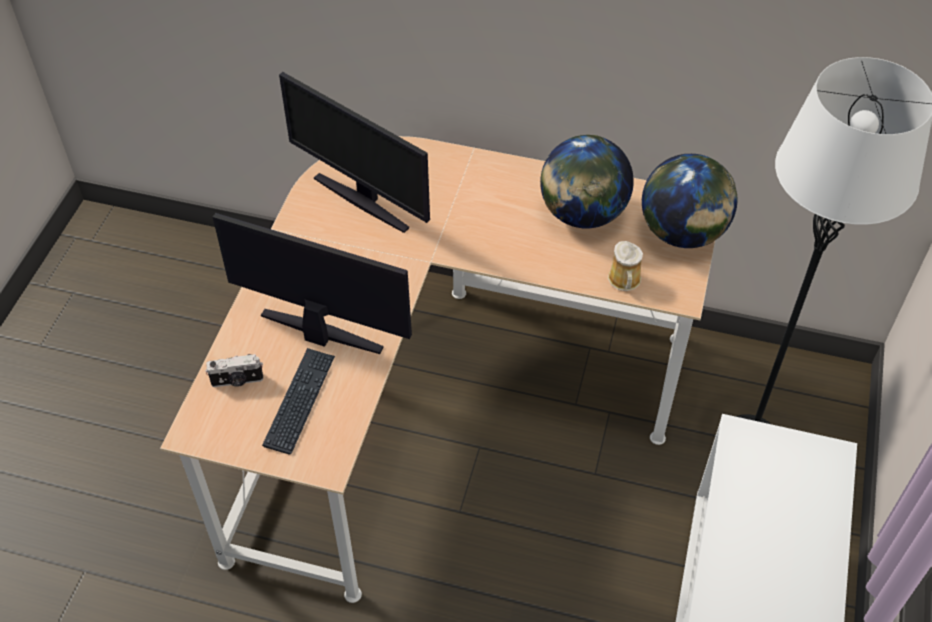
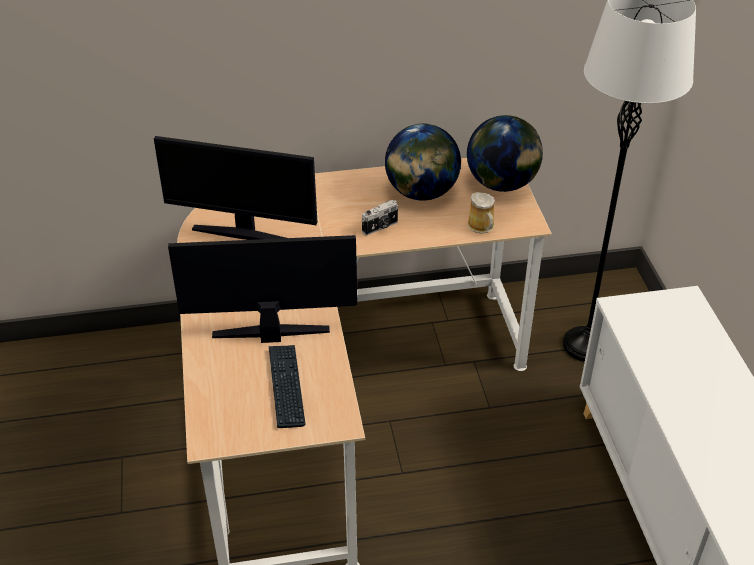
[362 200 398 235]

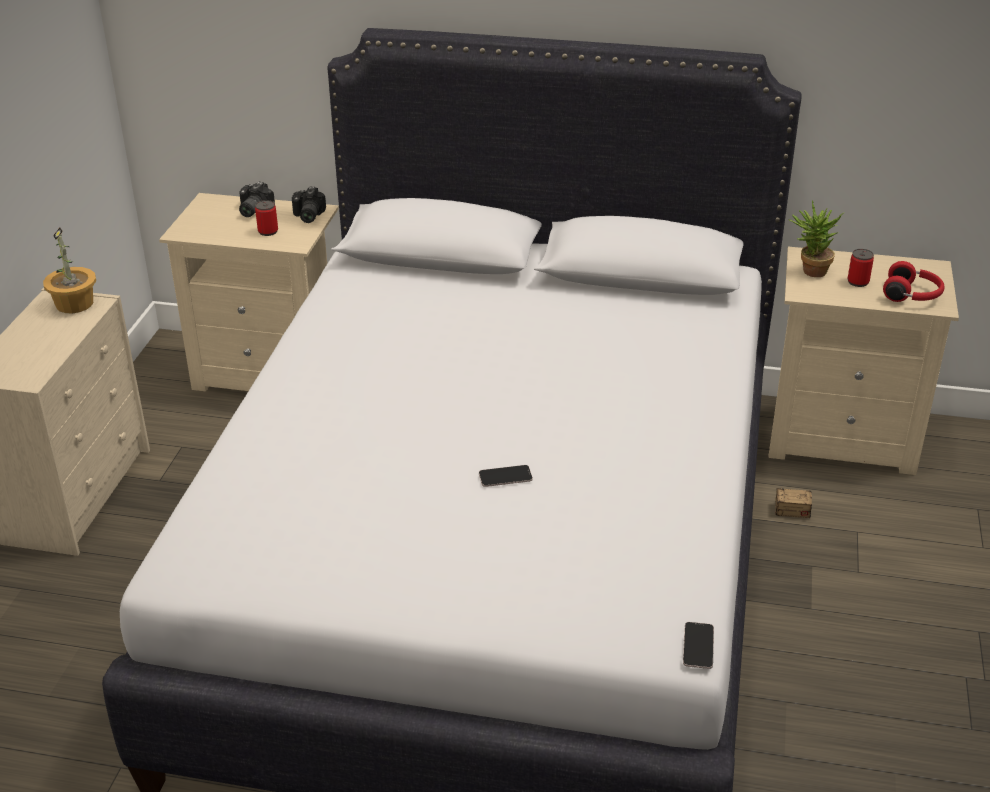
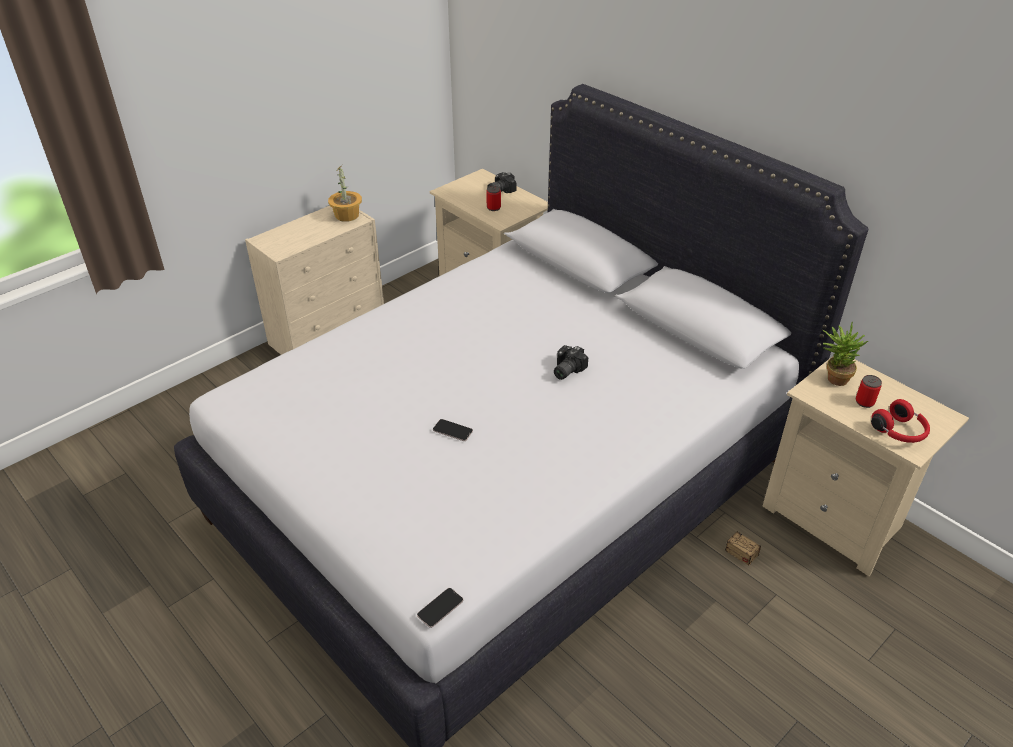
[554 345 588 380]

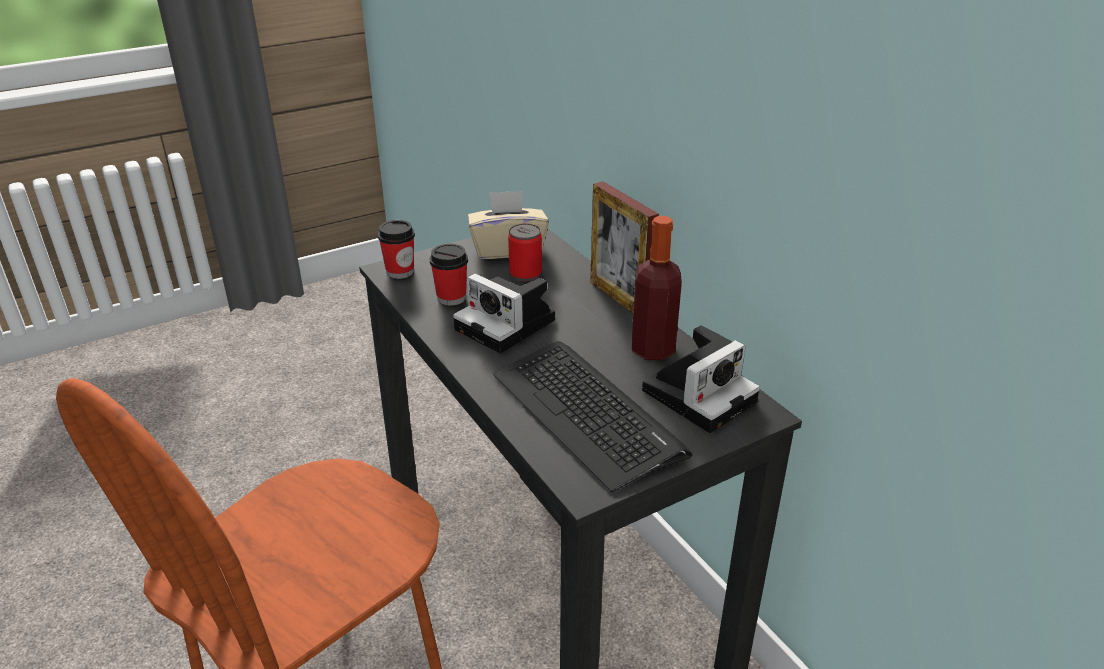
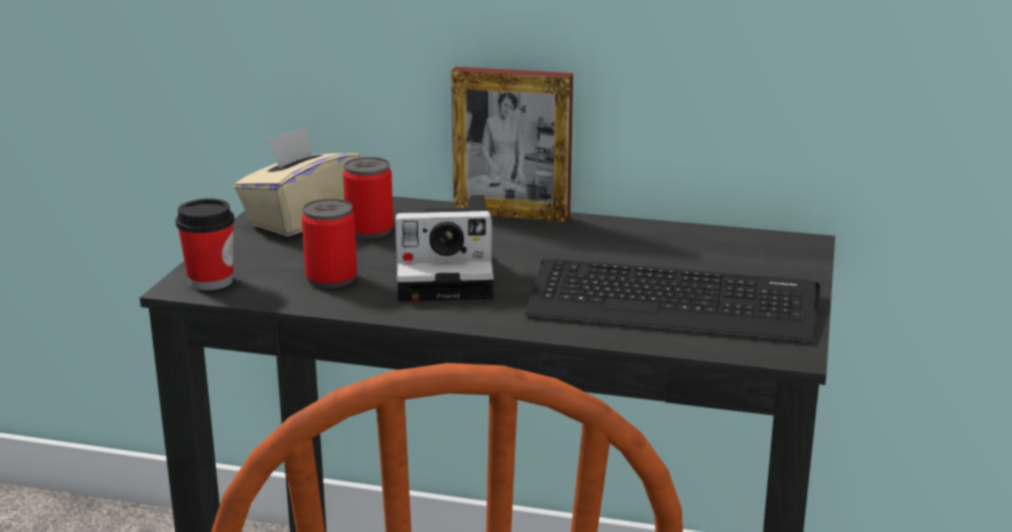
[302 199 357 288]
[632 216 682 360] (first image)
[642 325 760 433] (first image)

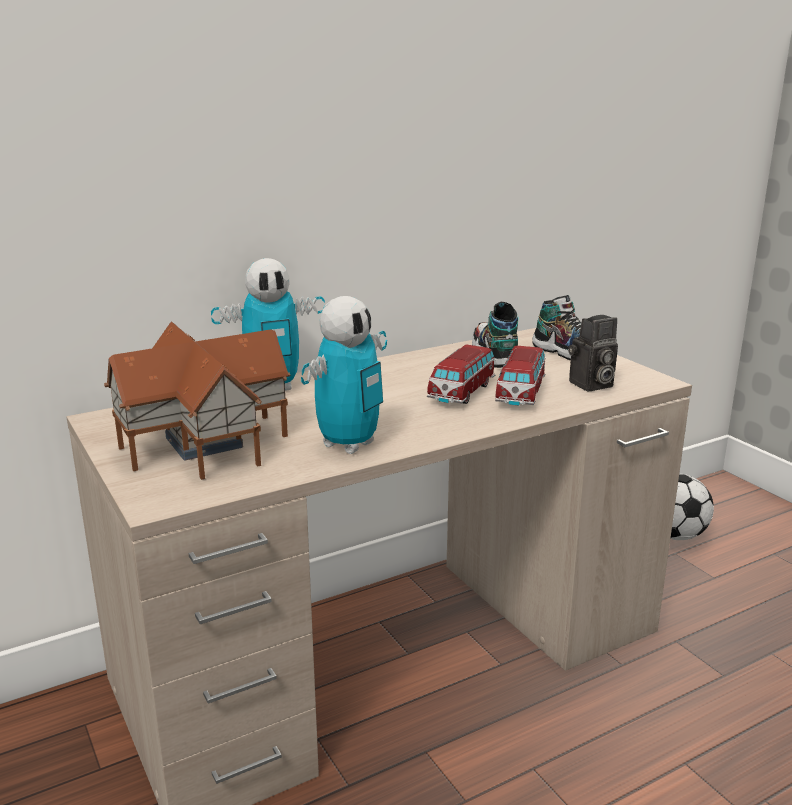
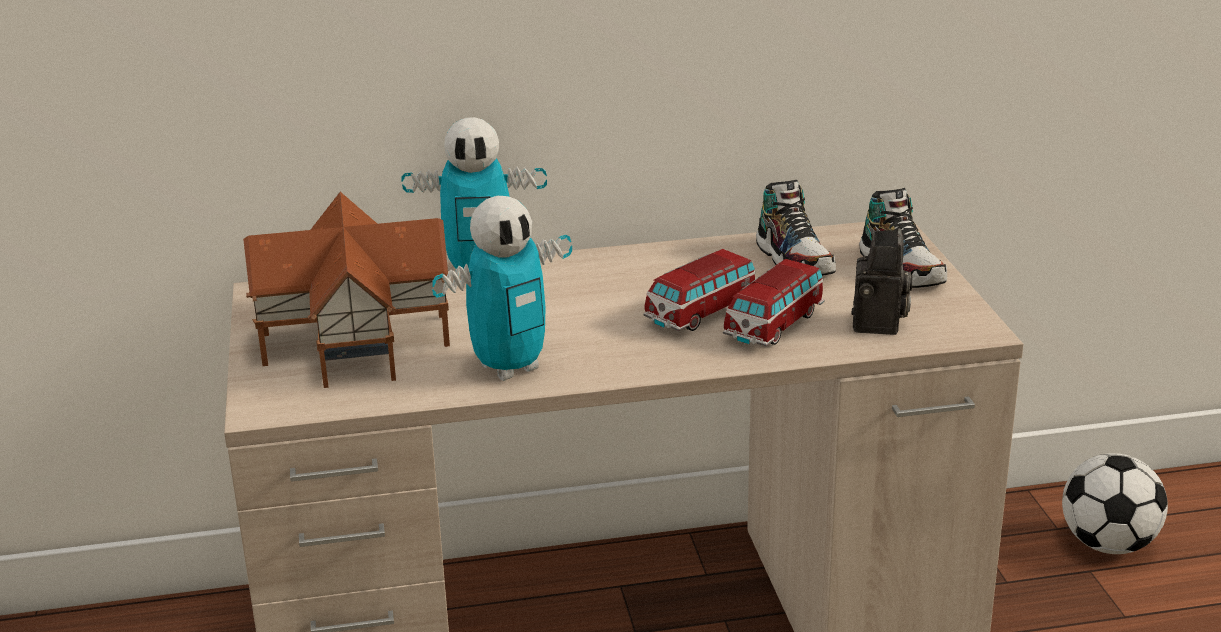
[756 180 836 276]
[851 228 913 335]

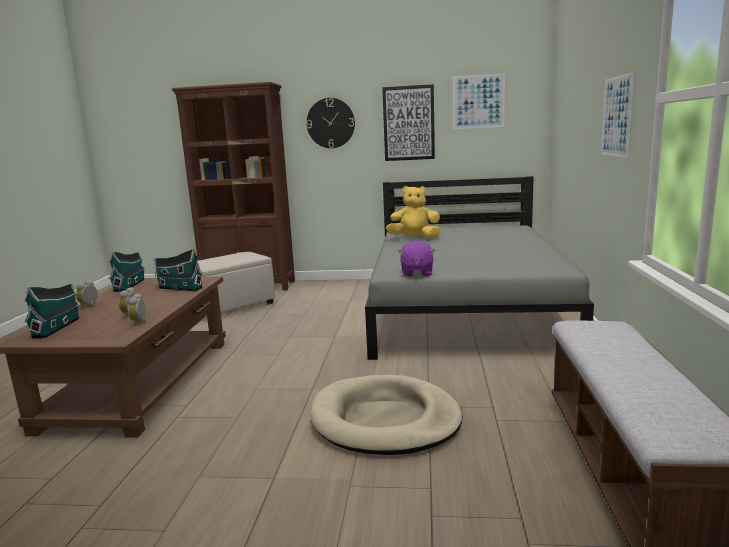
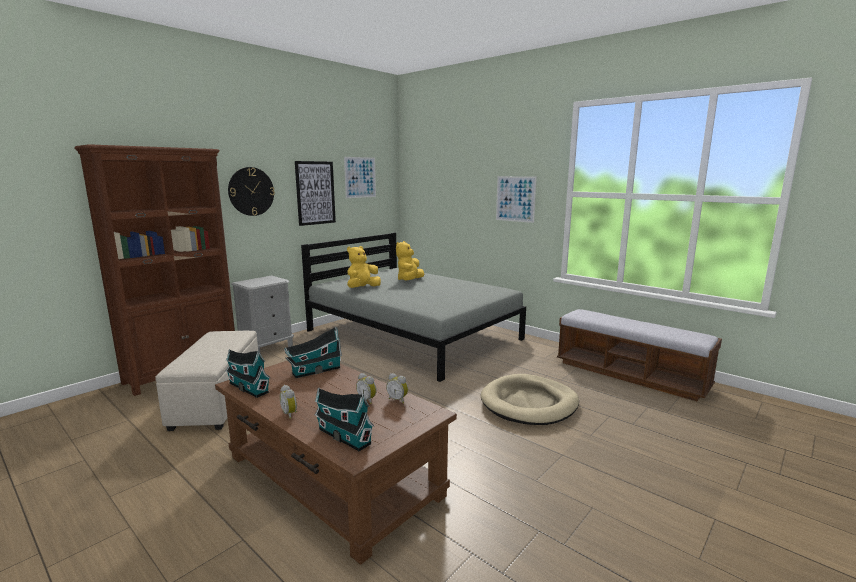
[398 241 435 277] (first image)
[231 275 294 352]
[396 241 424 281]

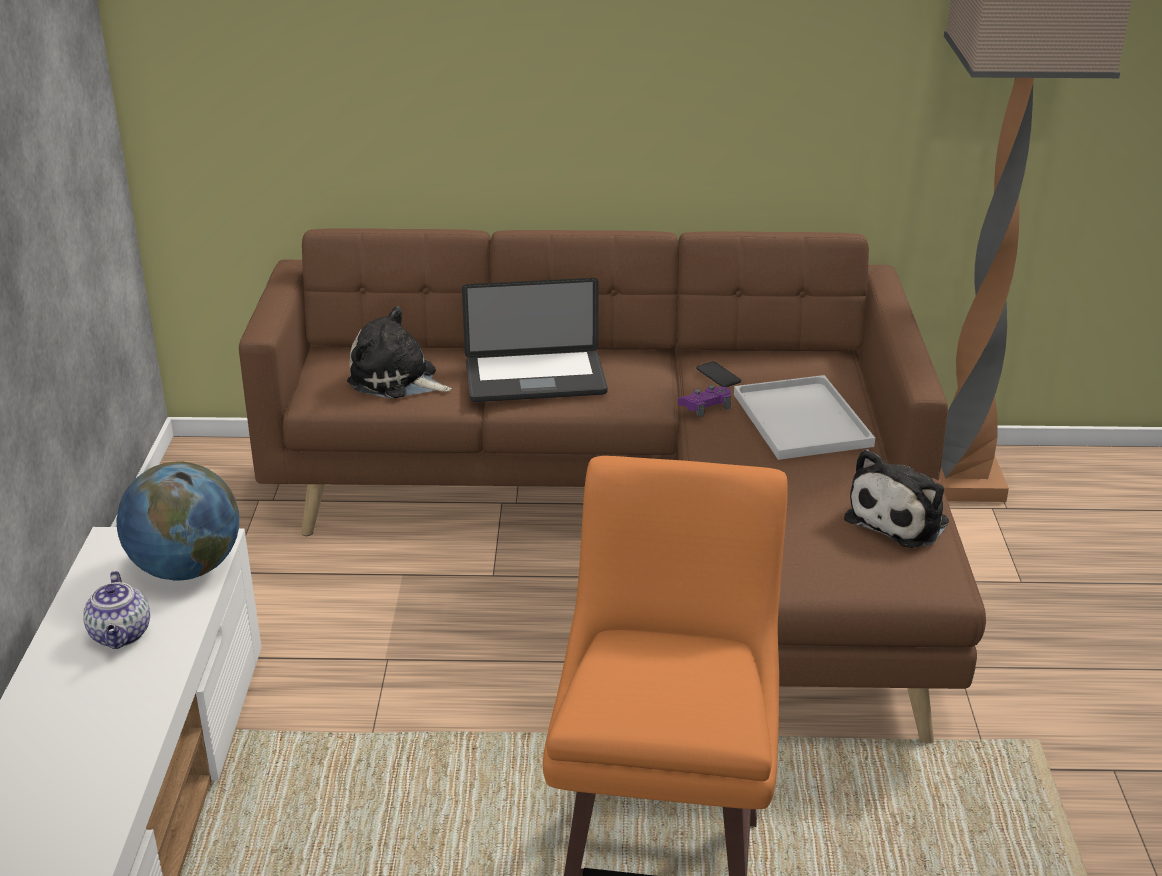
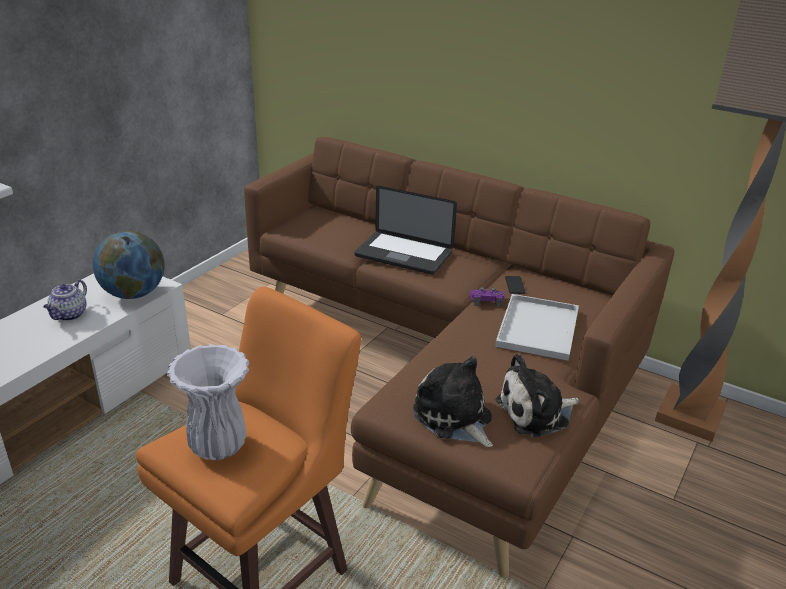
[413 357 493 447]
[167 344 250 460]

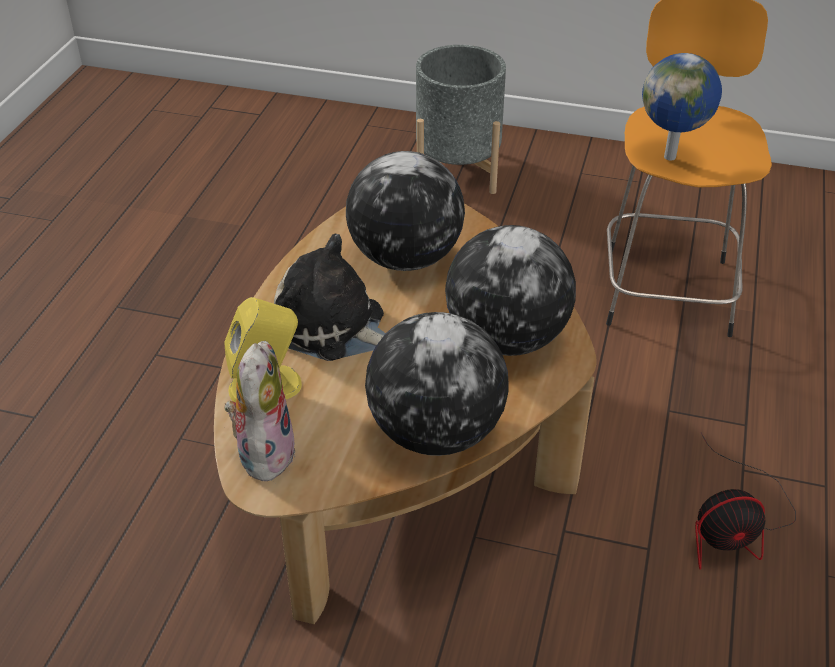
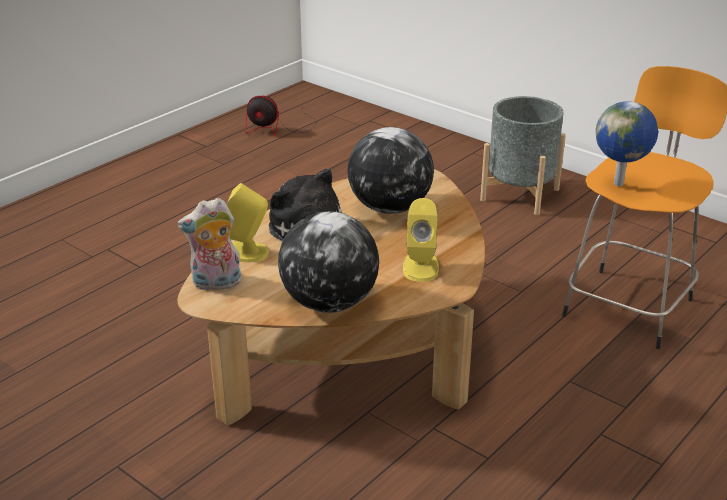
[177 198 242 291]
[403 198 439 282]
[245 96 317 136]

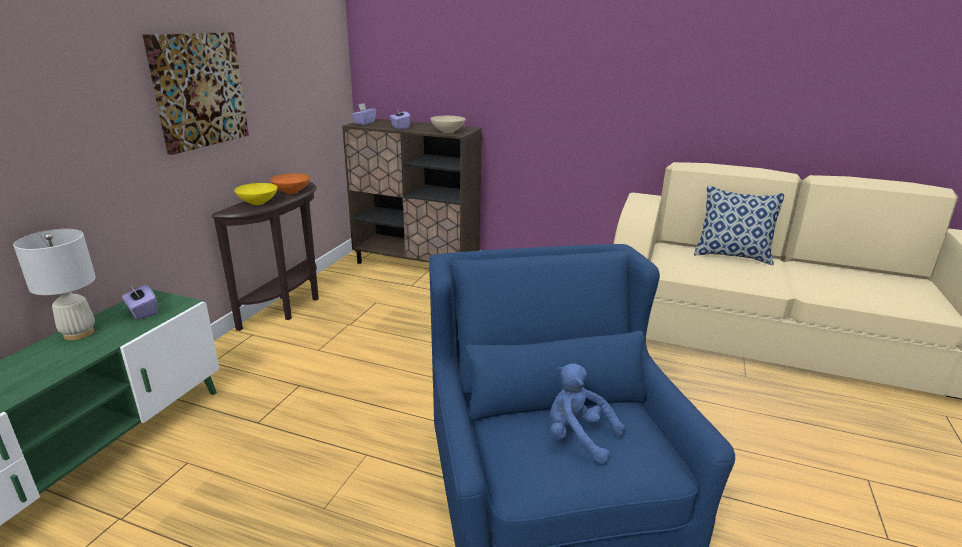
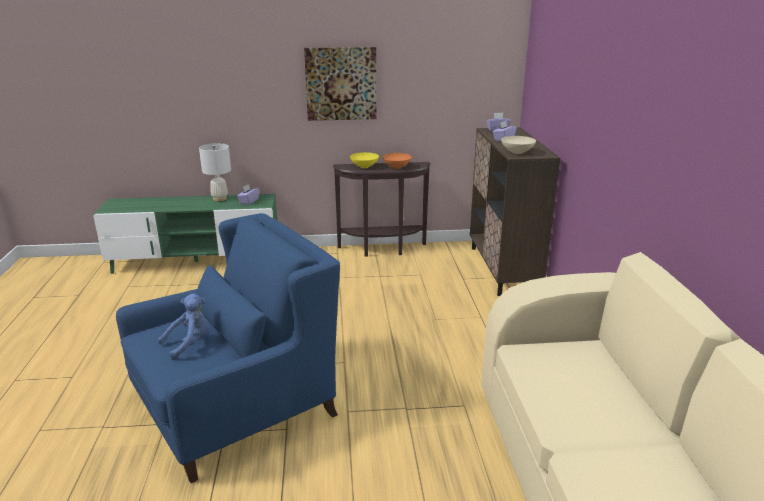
[158 293 209 360]
[694 186 784 265] (first image)

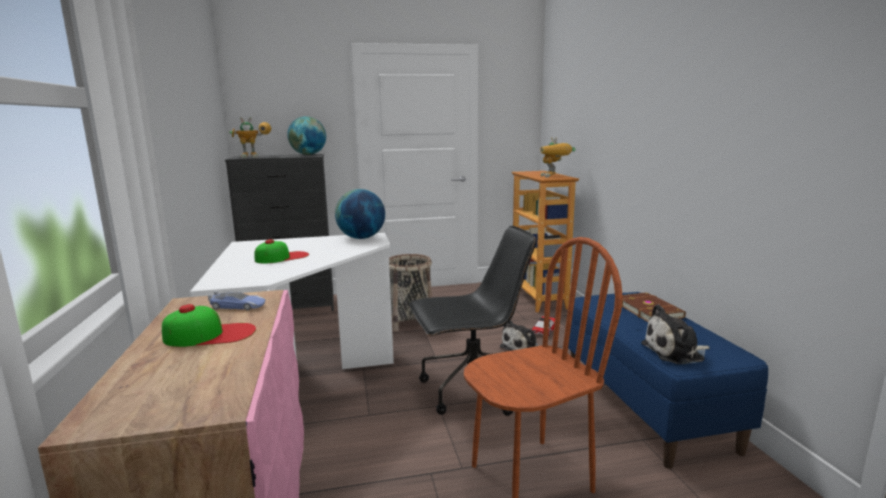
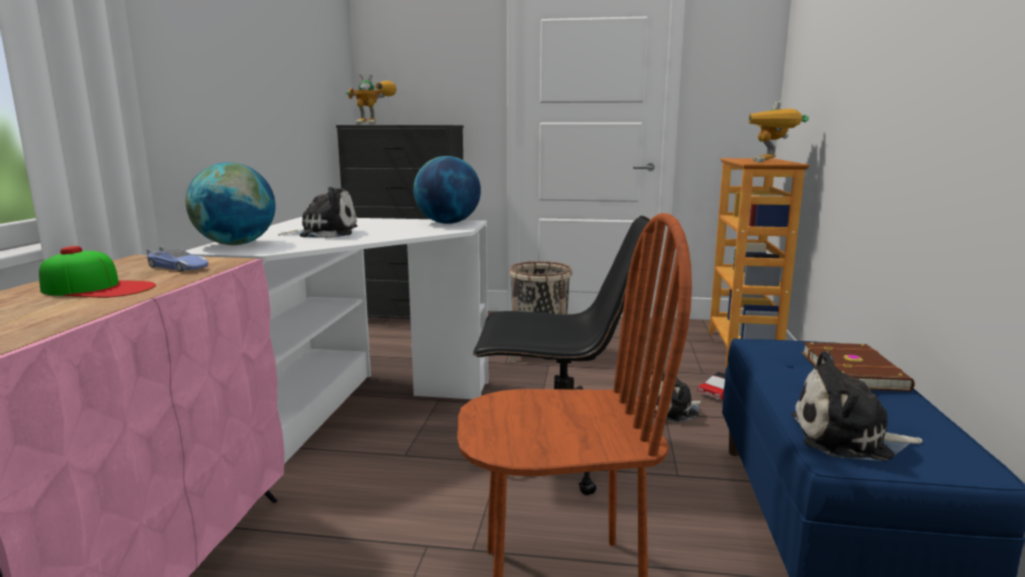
[278 186 357 238]
[186 162 276 245]

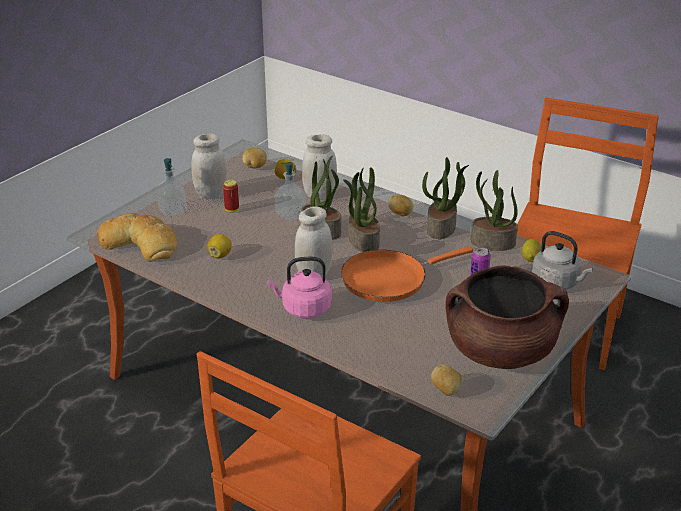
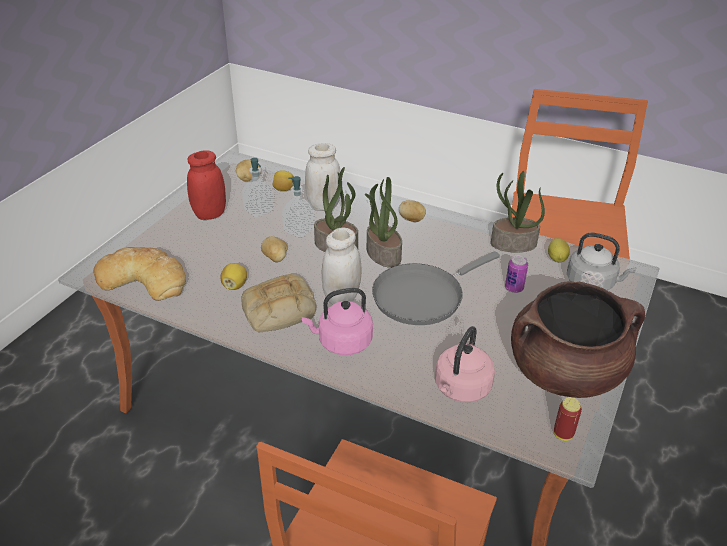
[242 158 274 218]
[187 150 226 220]
[554 397 582 441]
[372 251 500 325]
[422 157 469 239] (first image)
[261 236 288 262]
[241 274 316 332]
[435 326 495 402]

